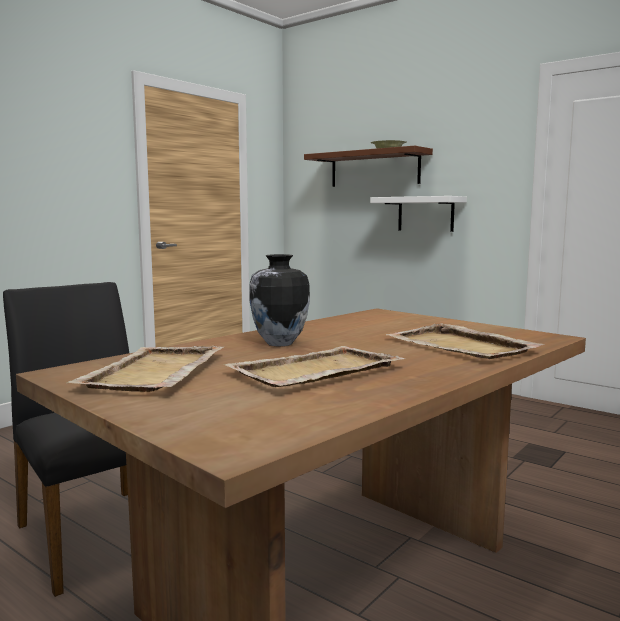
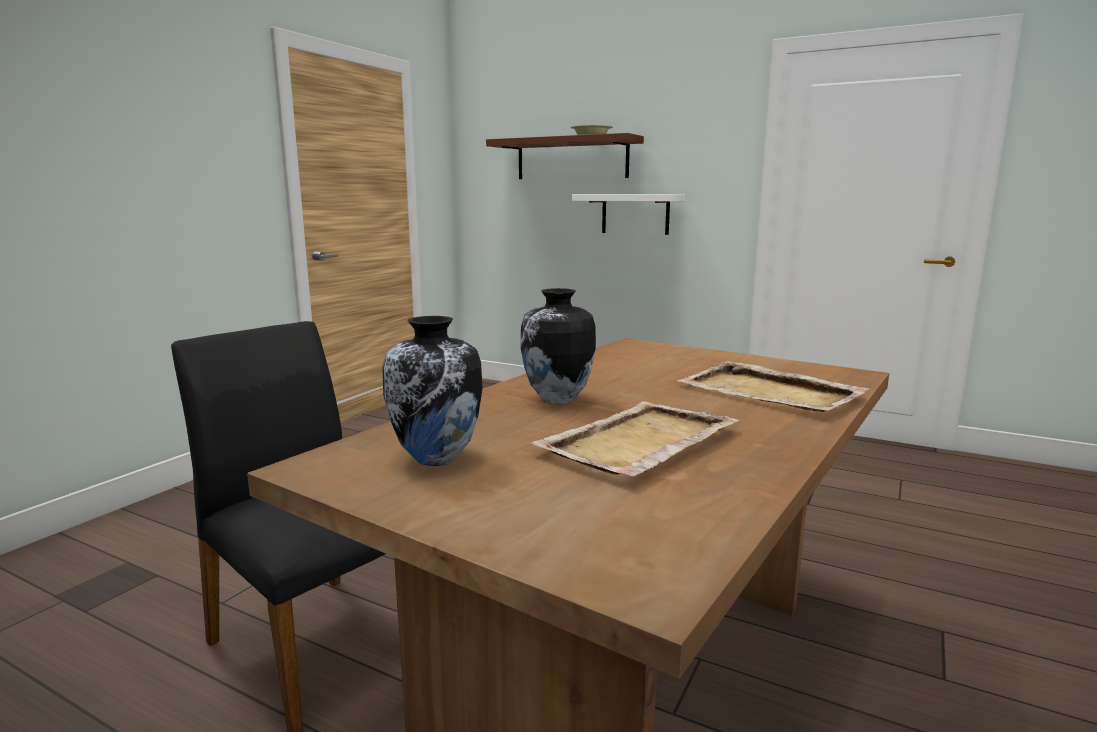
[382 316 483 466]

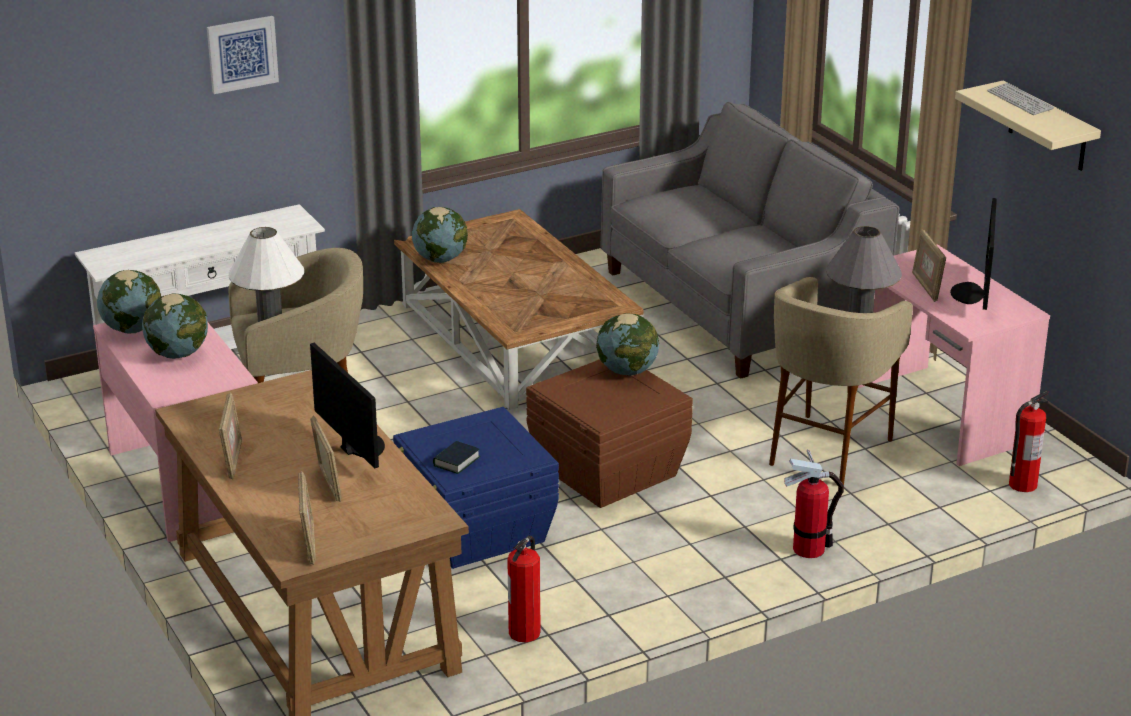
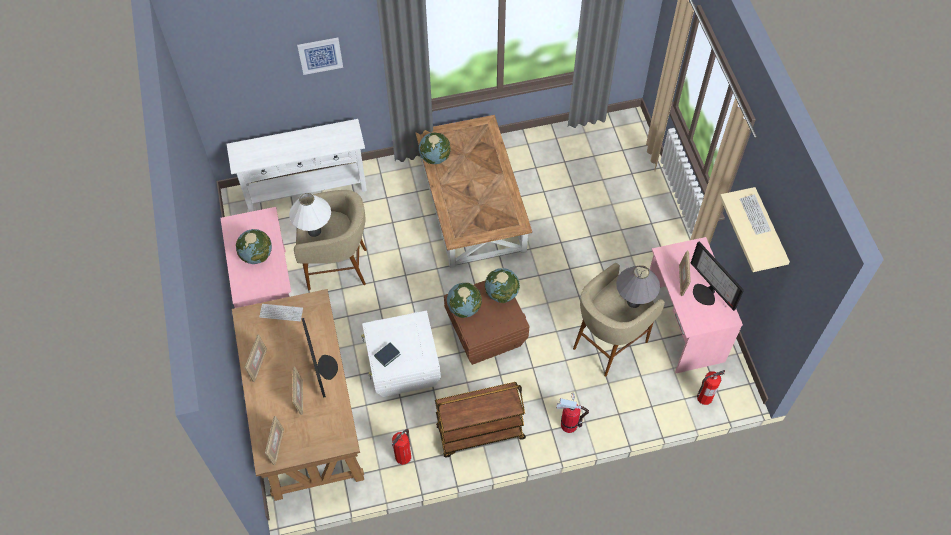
[447 283 482 318]
[361 311 441 397]
[601 102 899 379] (first image)
[691 241 744 311]
[259 304 303 321]
[435 382 526 457]

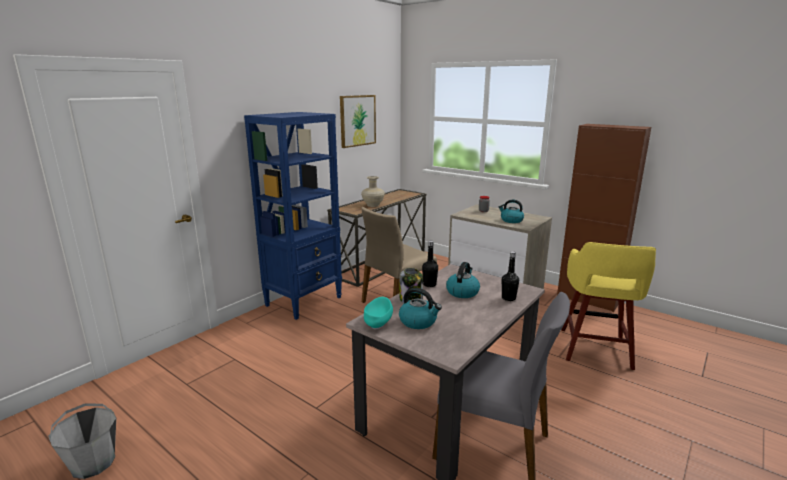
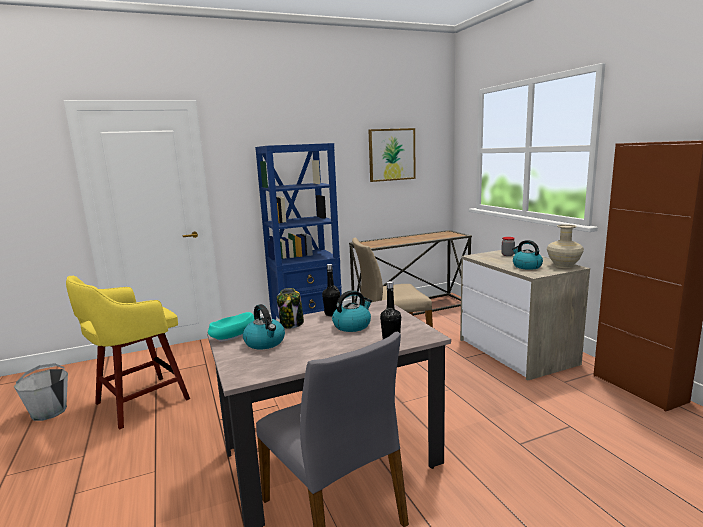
[547 224 584 268]
[66 276 190 429]

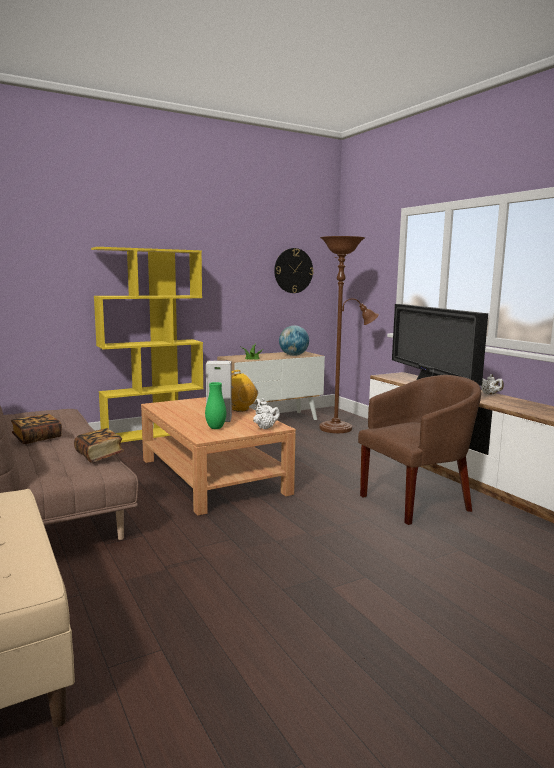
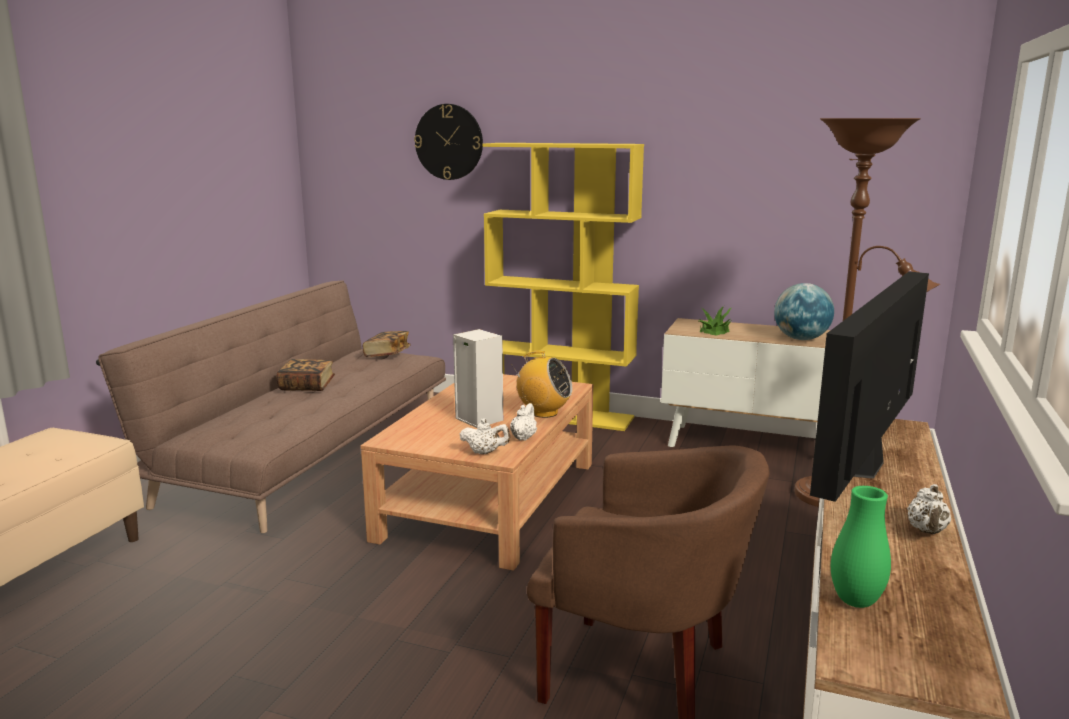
[363 331 411 357]
[831 486 891 608]
[414 104 483 180]

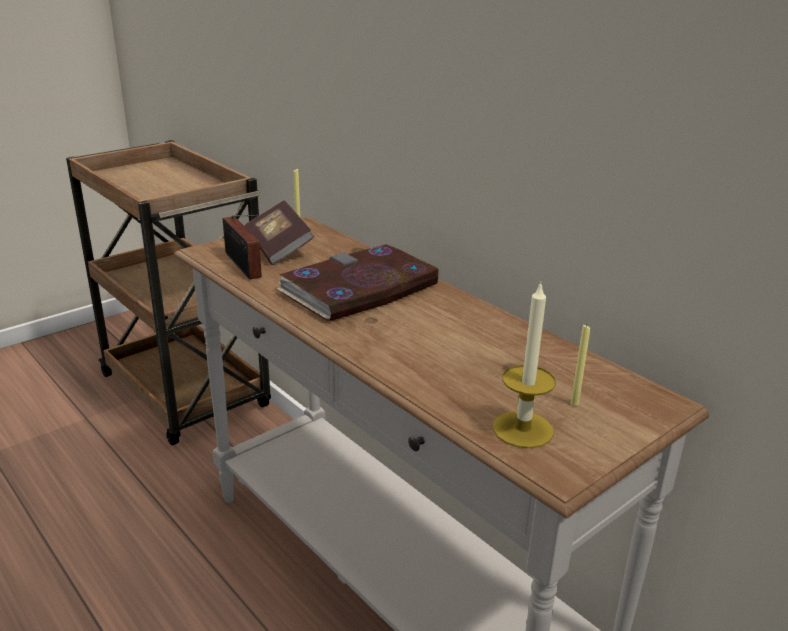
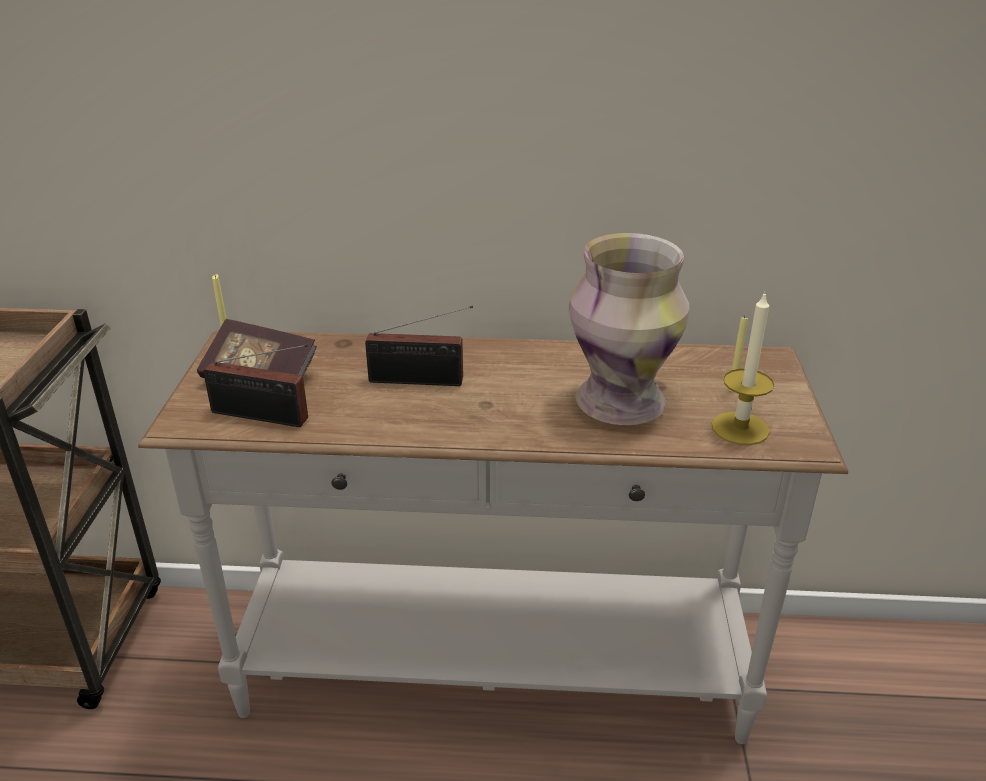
[365 306 473 386]
[569 233 689 425]

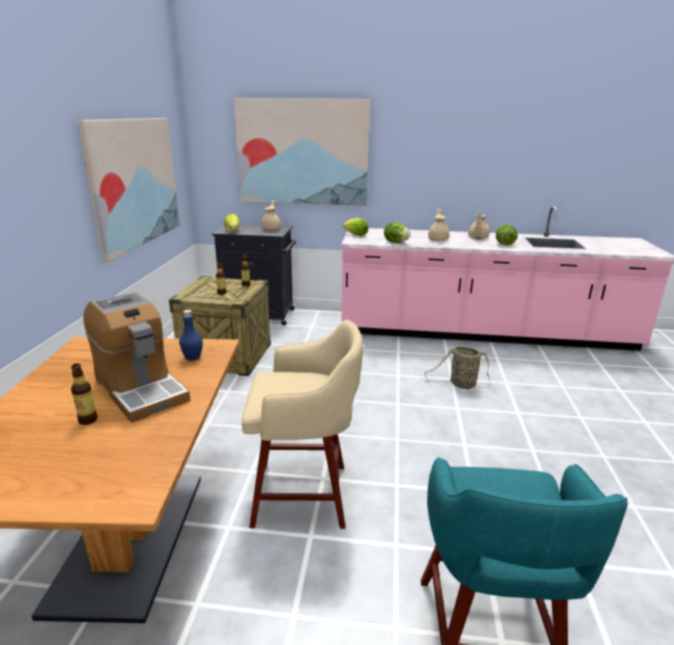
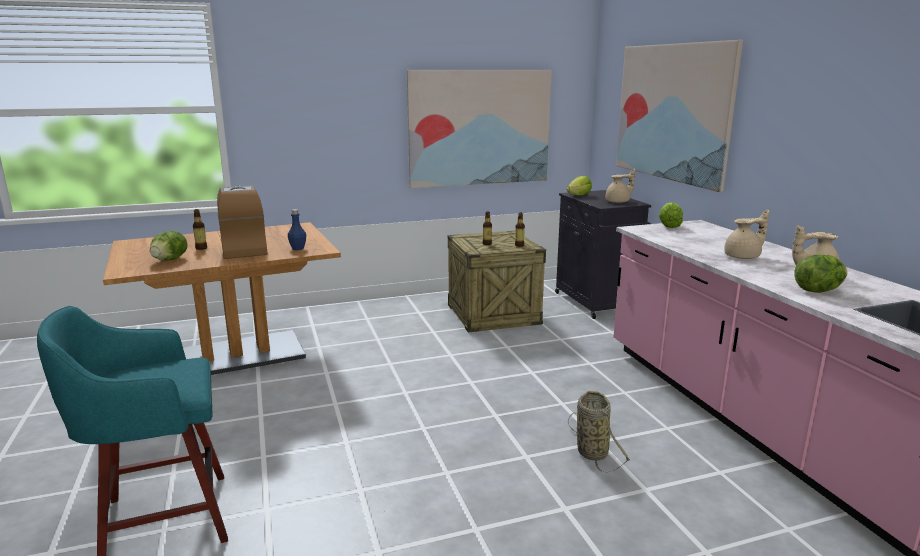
[217 185 268 259]
[241 320 363 529] (first image)
[150 231 187 261]

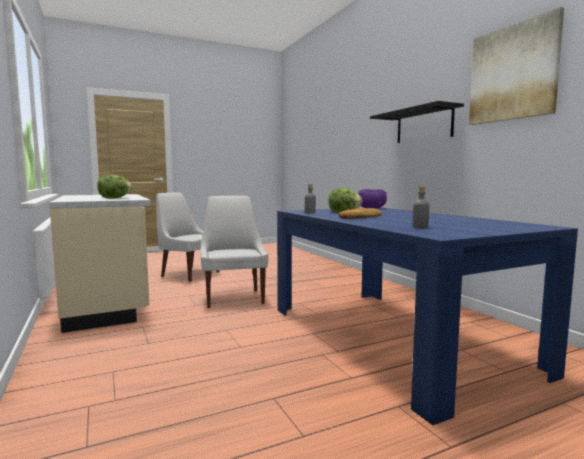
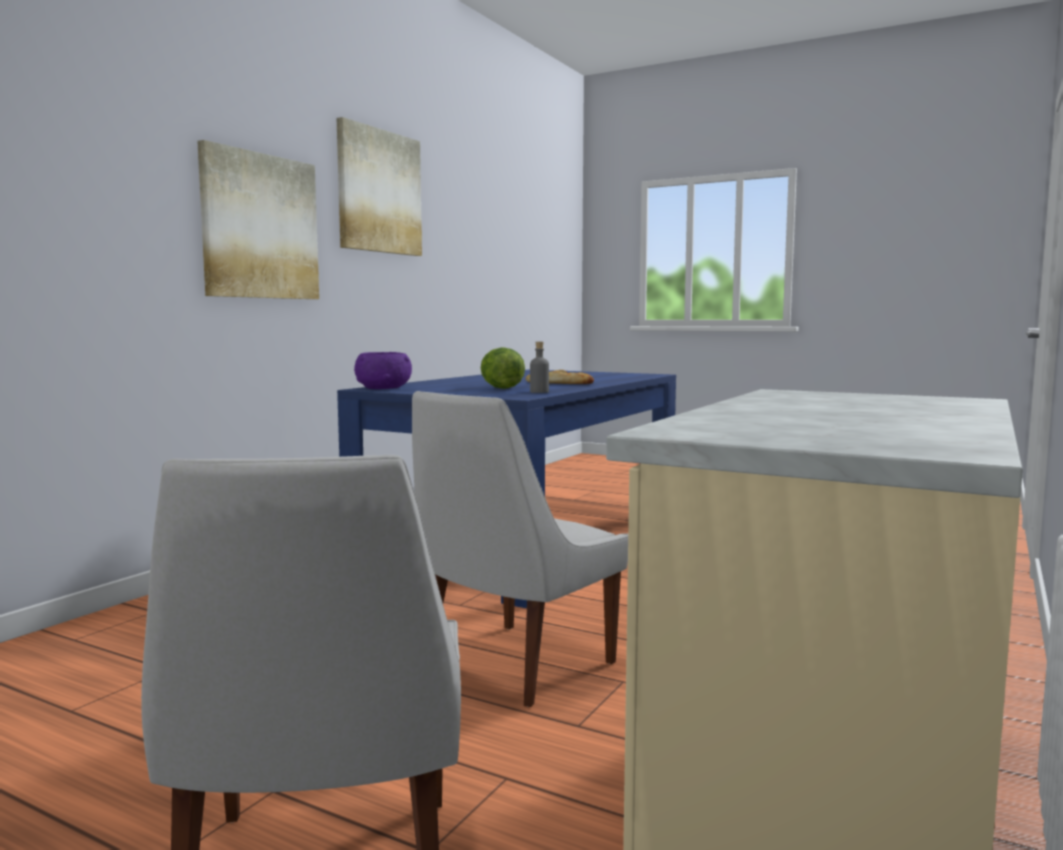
[97 175 132 198] (first image)
[197 140 319 299]
[413 186 429 228] (first image)

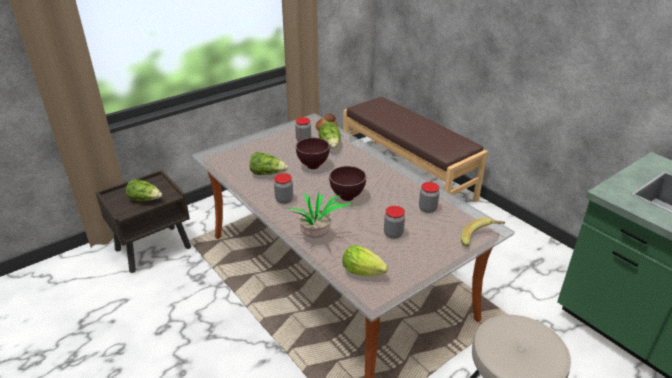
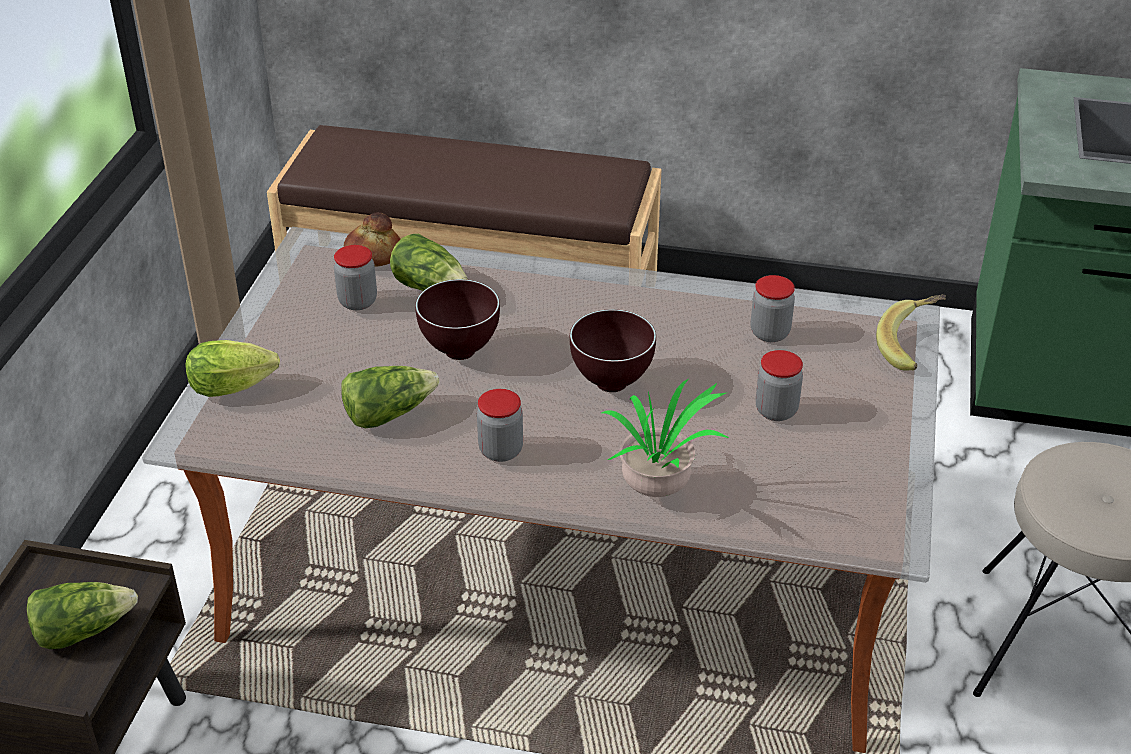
[186 340 280 397]

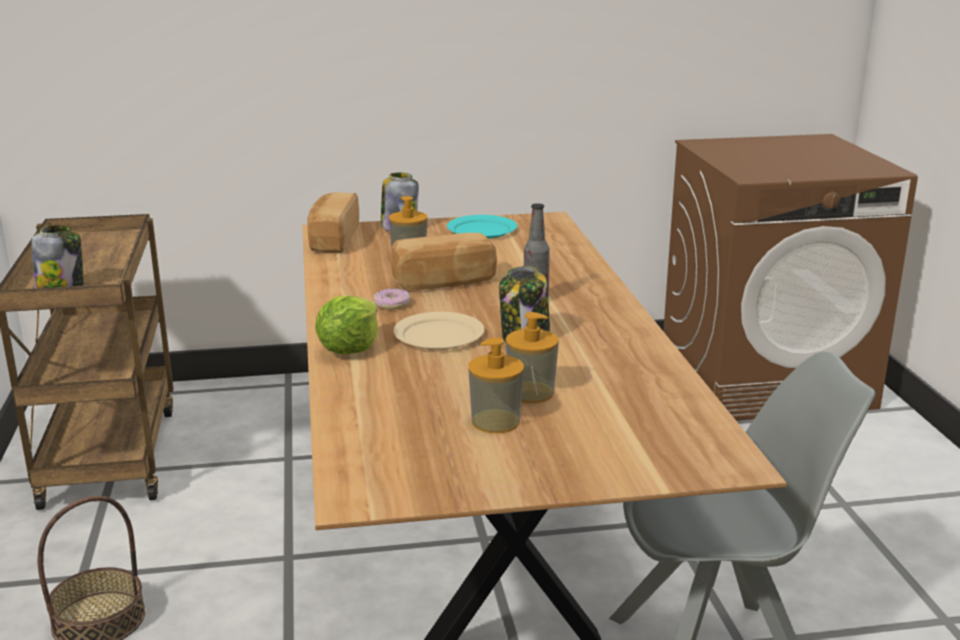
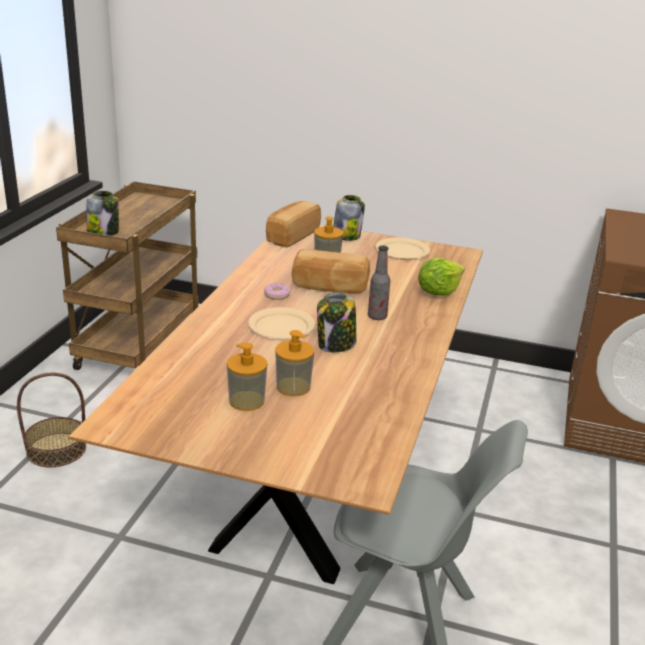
[418 258 465 296]
[376 237 430 260]

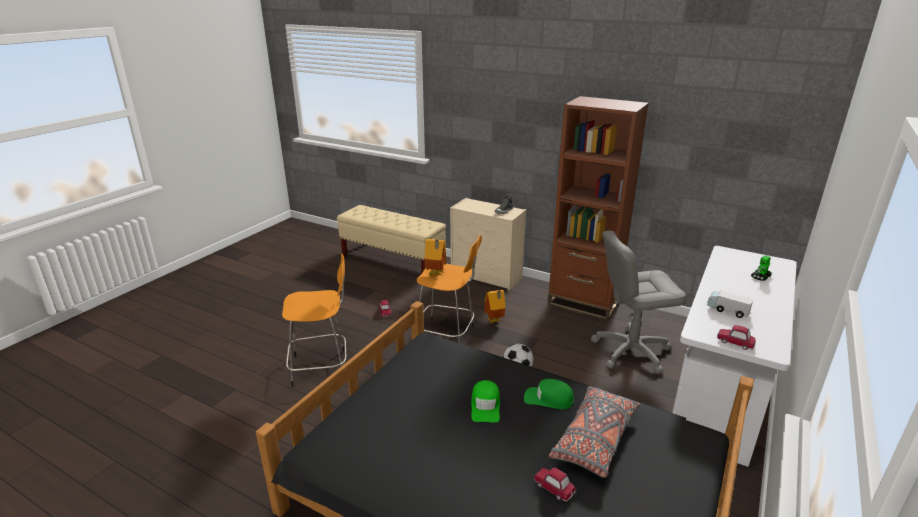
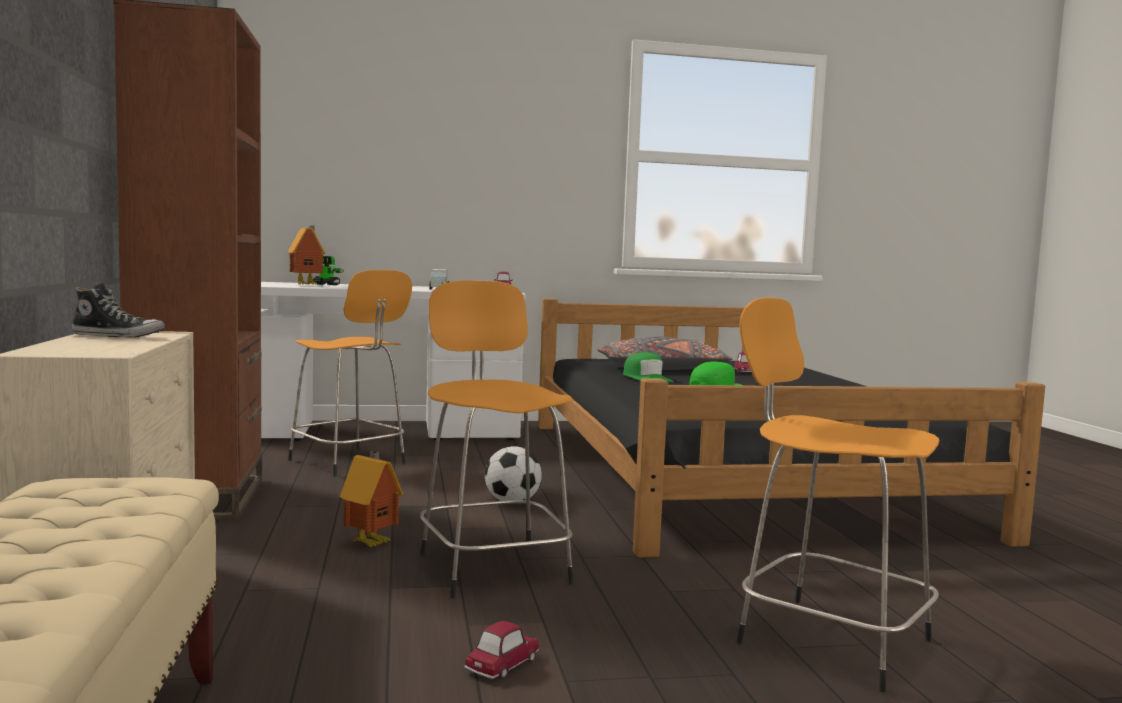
[288 225 325 285]
[288 270 412 476]

